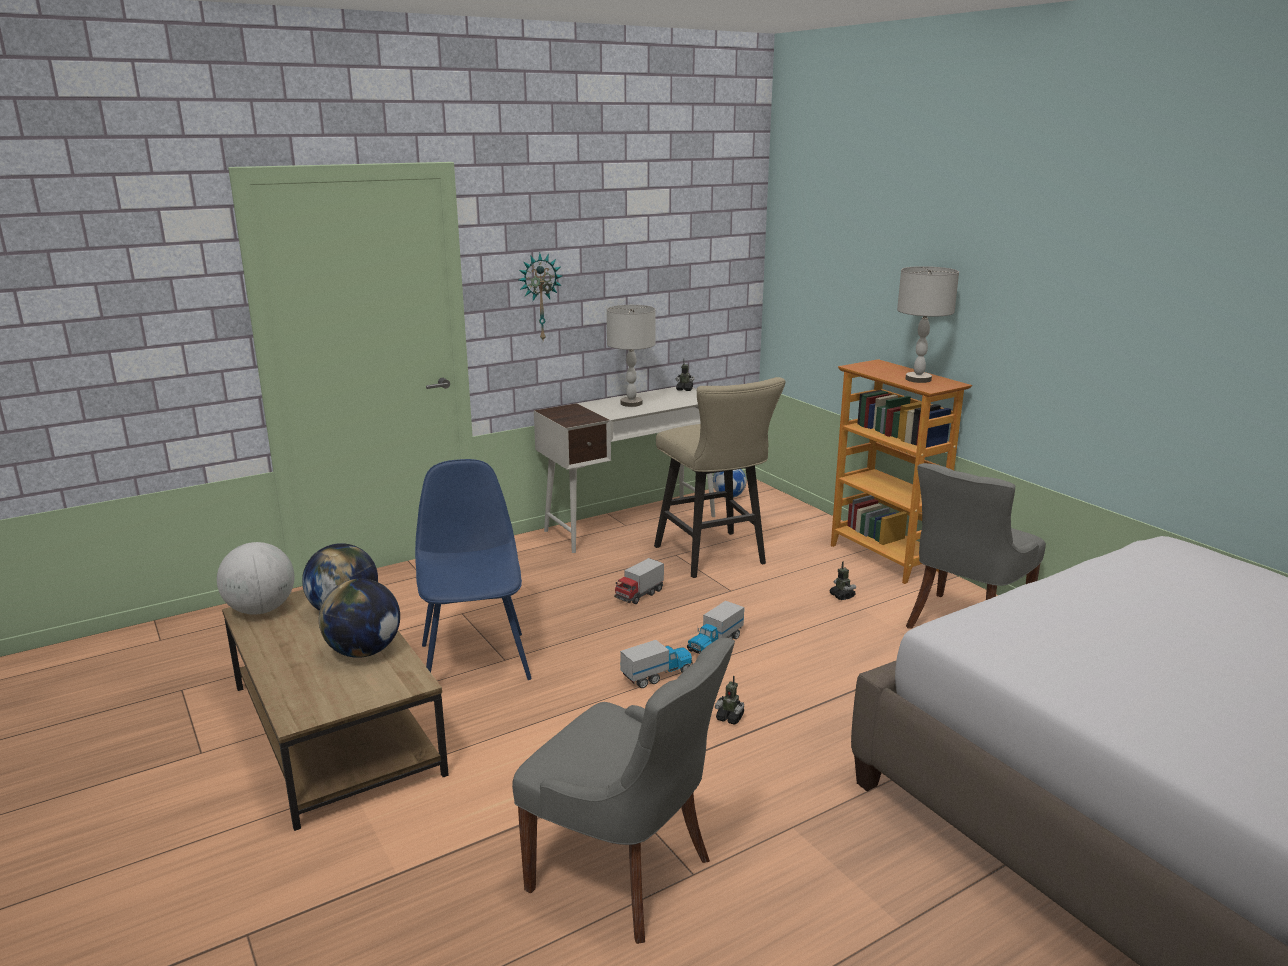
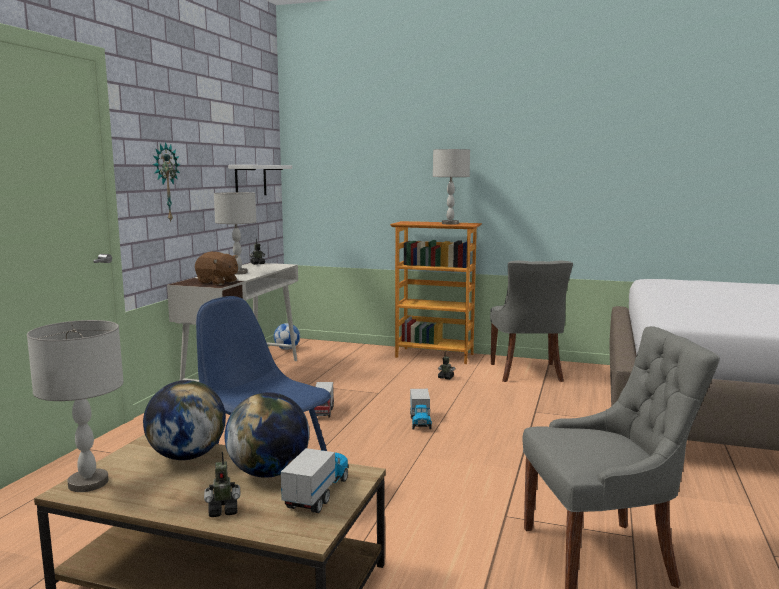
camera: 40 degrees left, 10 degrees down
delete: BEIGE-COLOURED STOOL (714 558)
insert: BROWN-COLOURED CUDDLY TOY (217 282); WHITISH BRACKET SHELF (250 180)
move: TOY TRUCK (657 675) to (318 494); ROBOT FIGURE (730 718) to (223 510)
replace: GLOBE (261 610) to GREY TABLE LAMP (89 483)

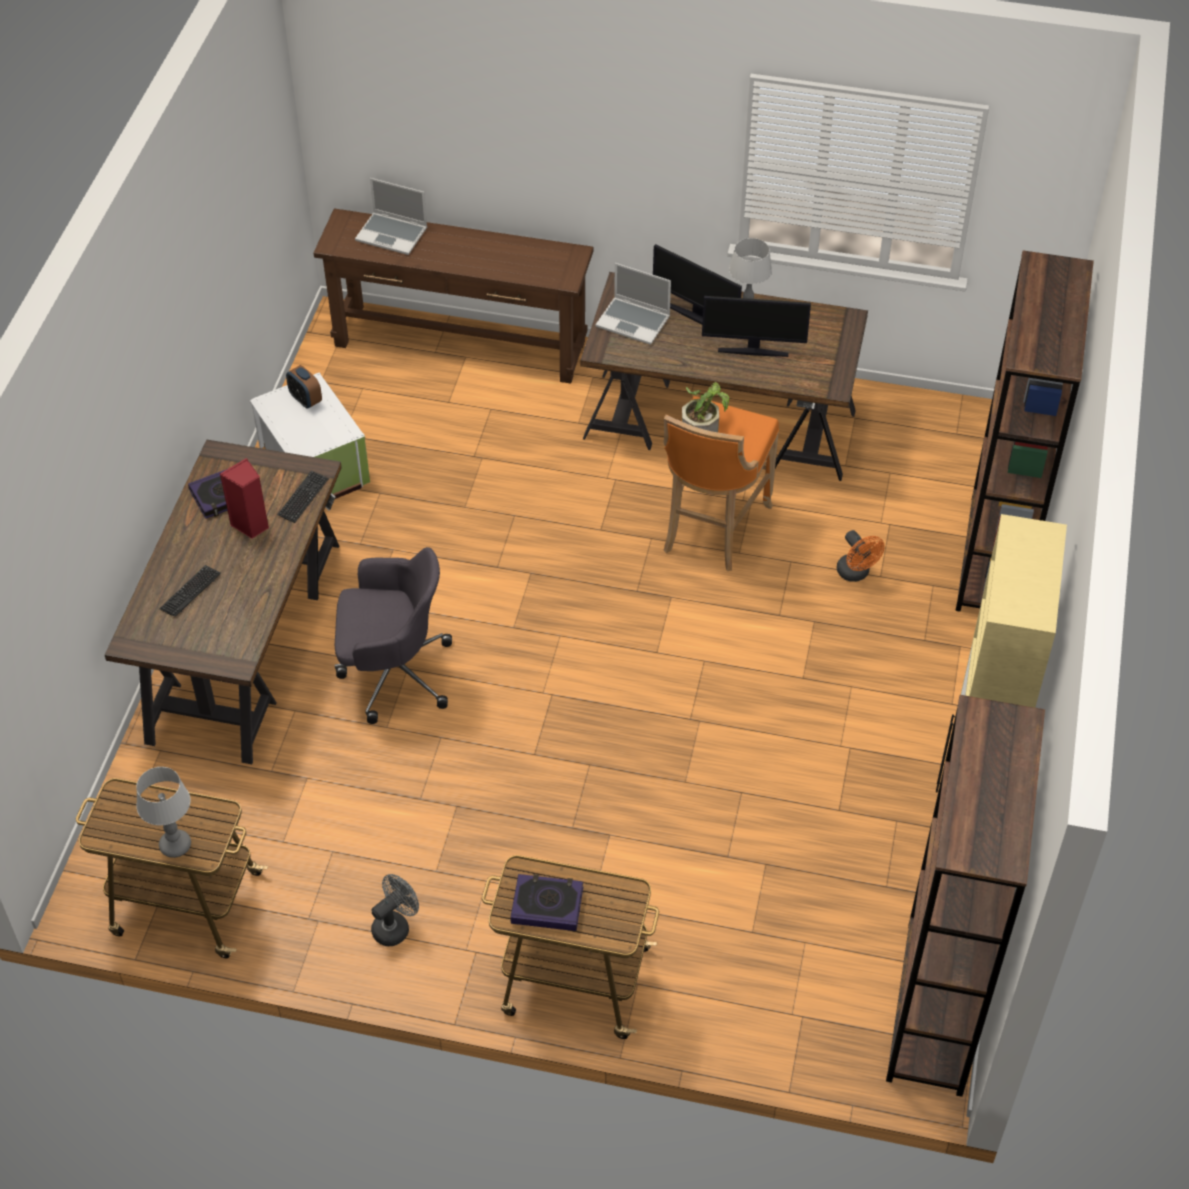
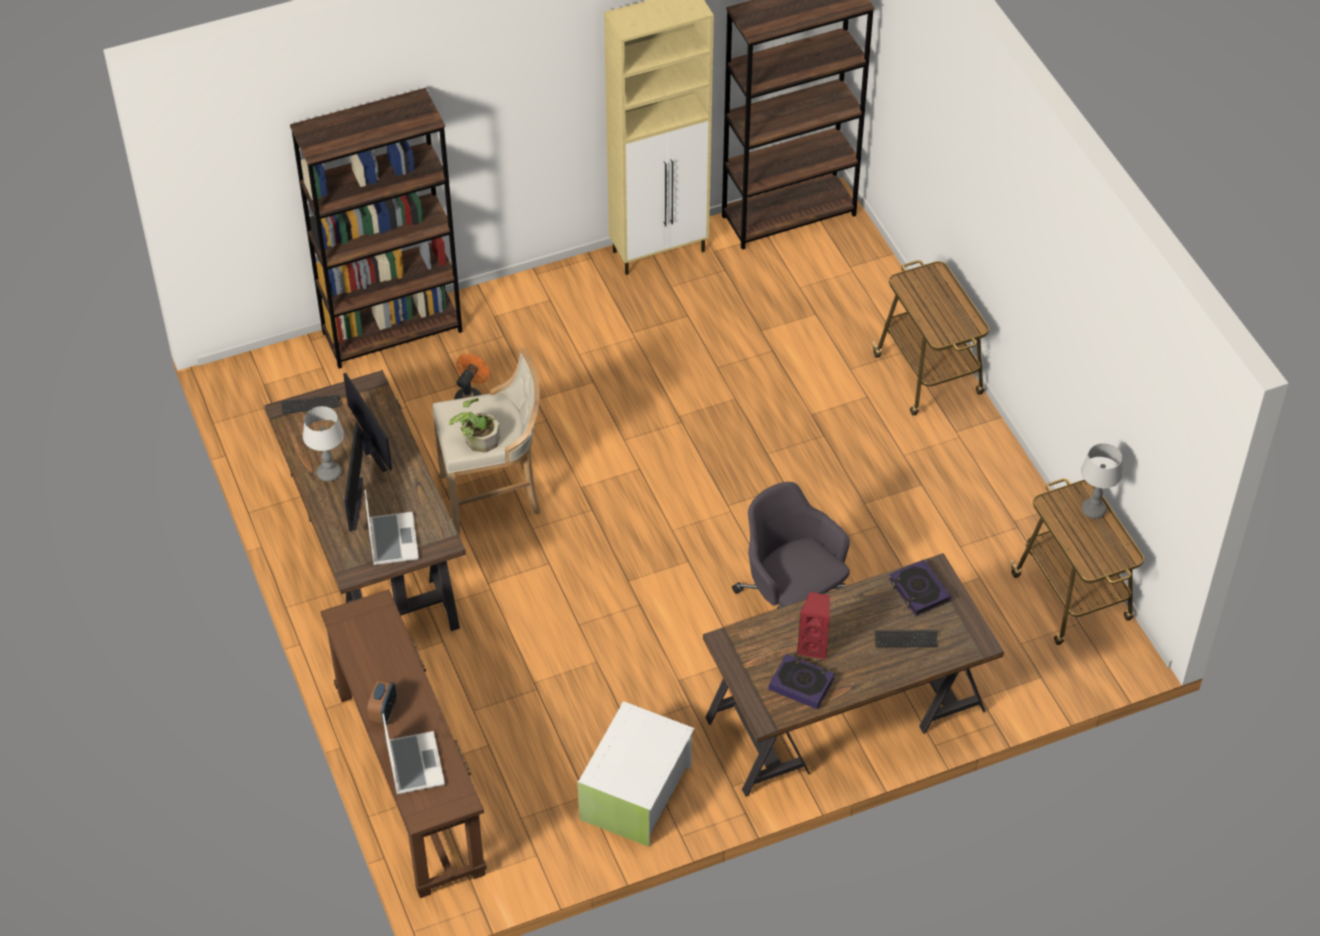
camera: 125 degrees left, 0 degrees up
delete: GREY FAN (395 926)
move: COMPUTER KEYBOARD (303 498) to (310 405); BEDSIDE CLOCK (305 400) to (384 713); VOLUME (547 905) to (919 591)
recolor: ORANGEY STOOL (712 530) to BEIGE-COLOURED STOOL (494 497)

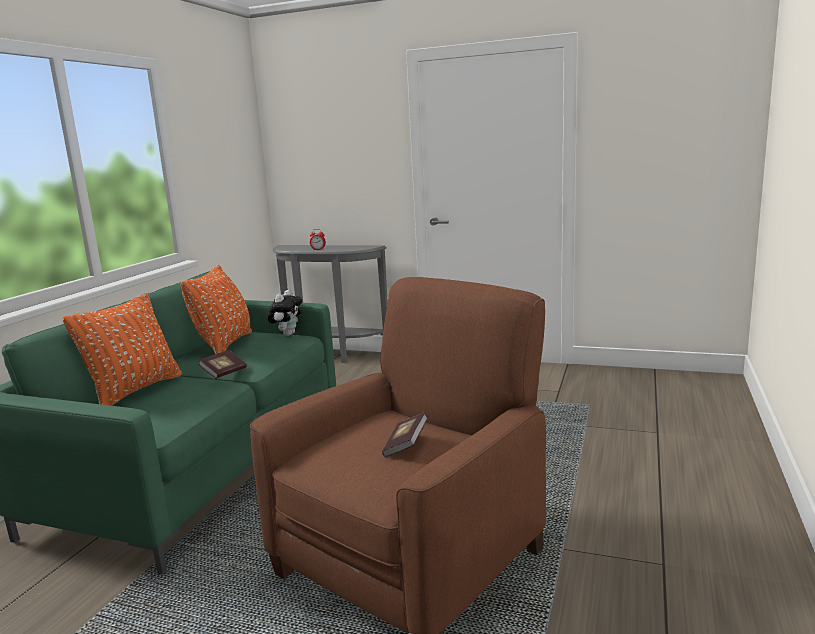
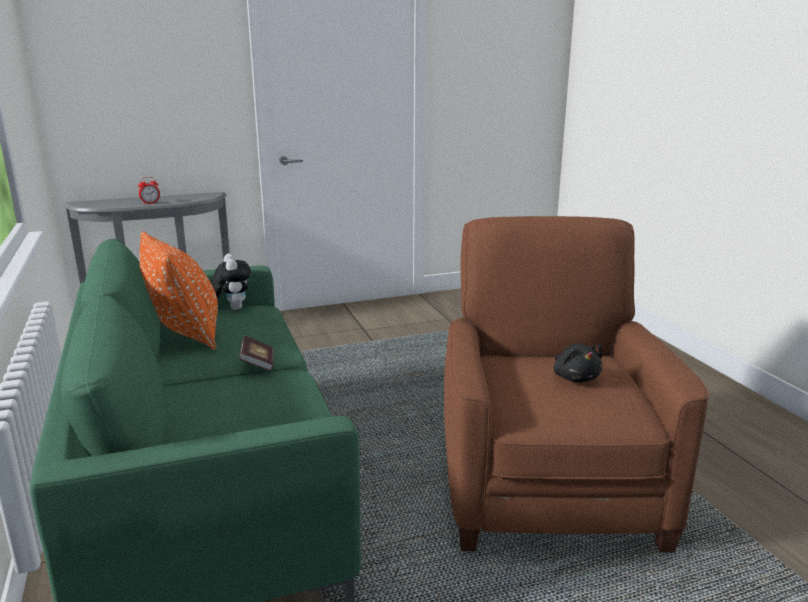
camera: 40 degrees left, 5 degrees up
delete: ORANGEY CUSHION (134 390)
replace: VOLUME (406 446) to BLACK CUDDLY TOY (575 377)

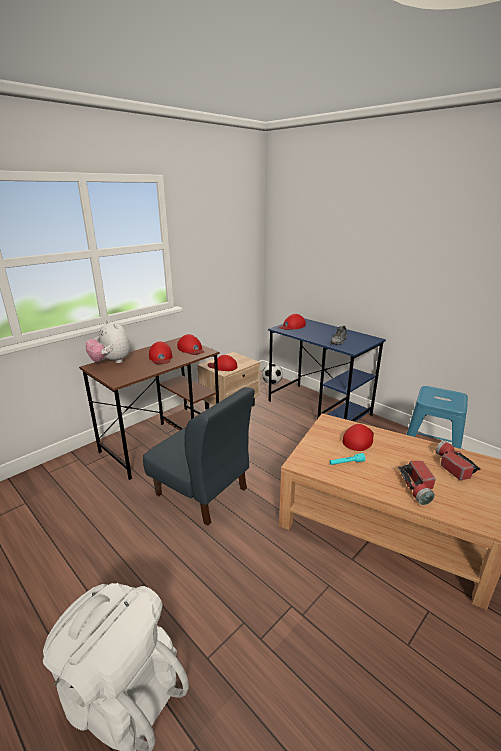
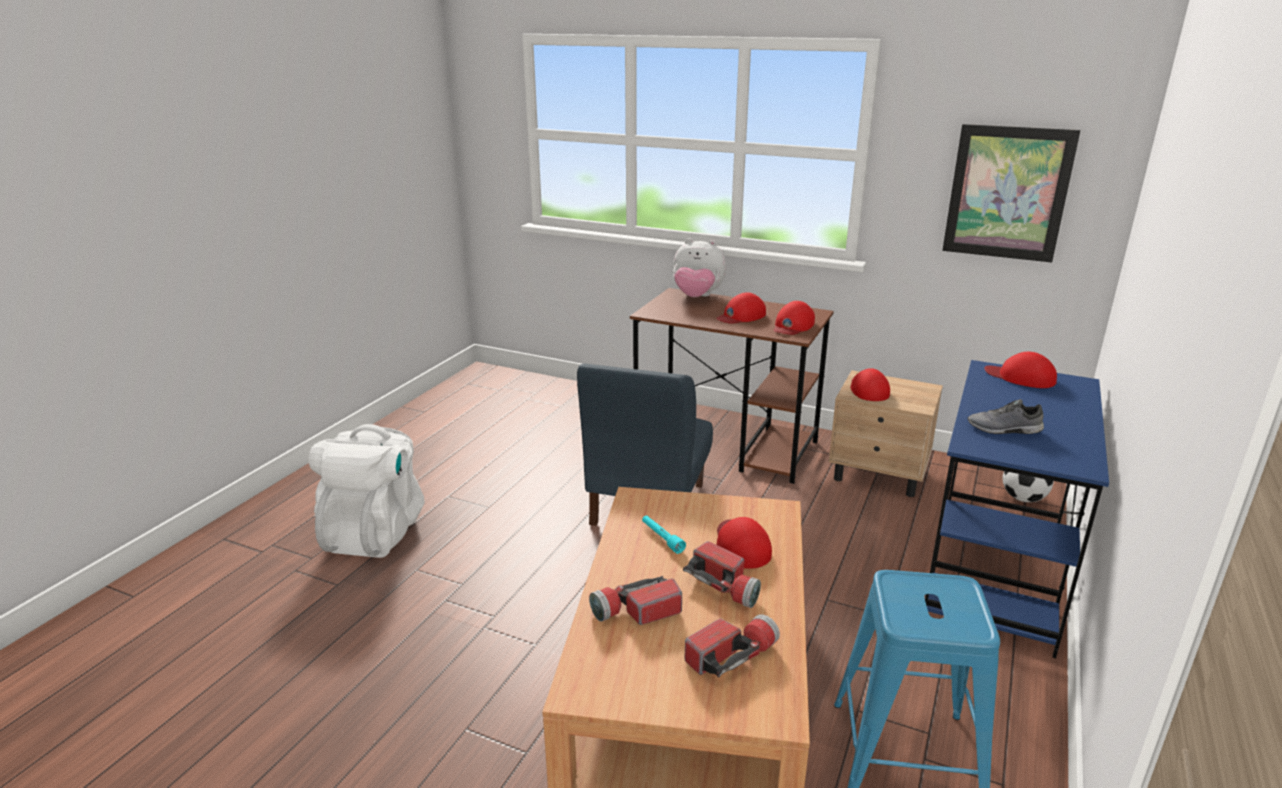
camera: 70 degrees right, 0 degrees up
insert: HAND TORCH (724 586); WALL ART (1007 193)
rotate: CUDDLY TOY (111 362) = (697 297) 105 degrees counterclockwise; REDDISH BASEBALL CAP (359 439) = (741 545) 120 degrees counterclockwise

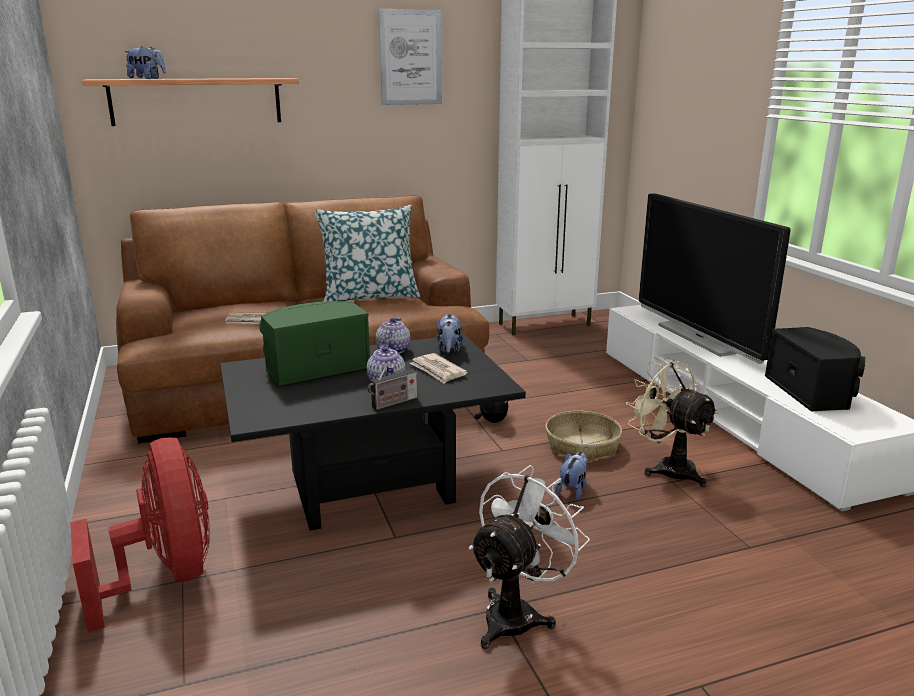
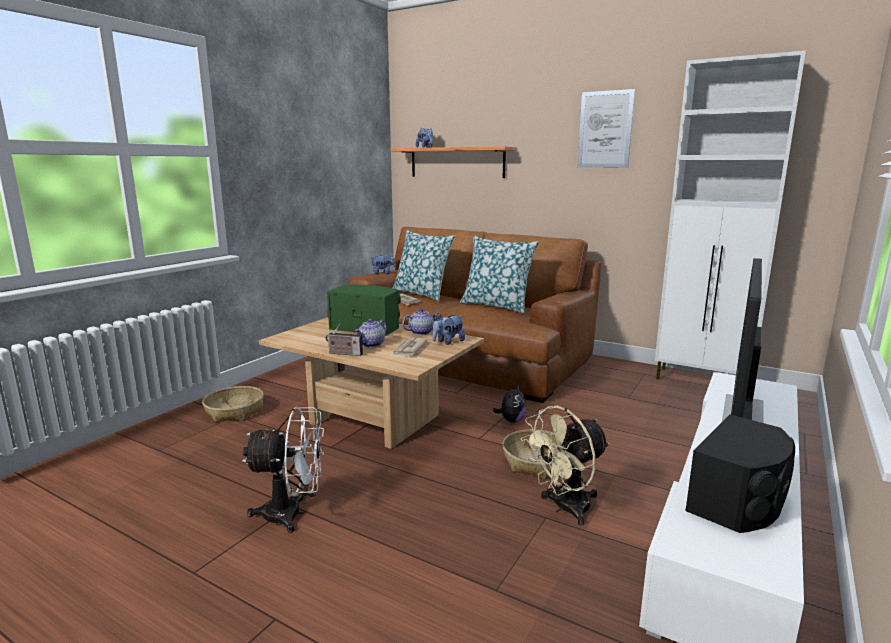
camera: 50 degrees right, 5 degrees down
insert: CUSHION (422 294)
move: CUDDLY TOY (573 490) to (383 273)
replace: REDDISH FAN (166 576) to STORAGE BASKET (234 411)
recolor: BLACK LOUNGE TABLE (371 486) to BEIGE-COLOURED LOUNGE TABLE (375 419)
rotate: BEIGE-COLOURED FAN (667 468) = (564 508) 135 degrees counterclockwise

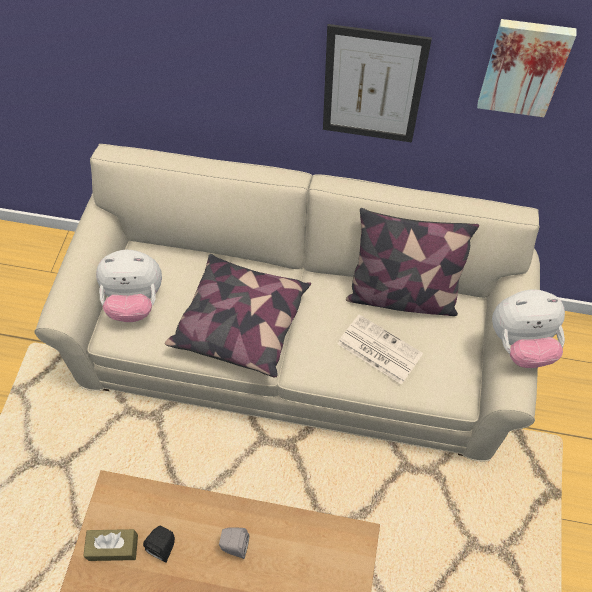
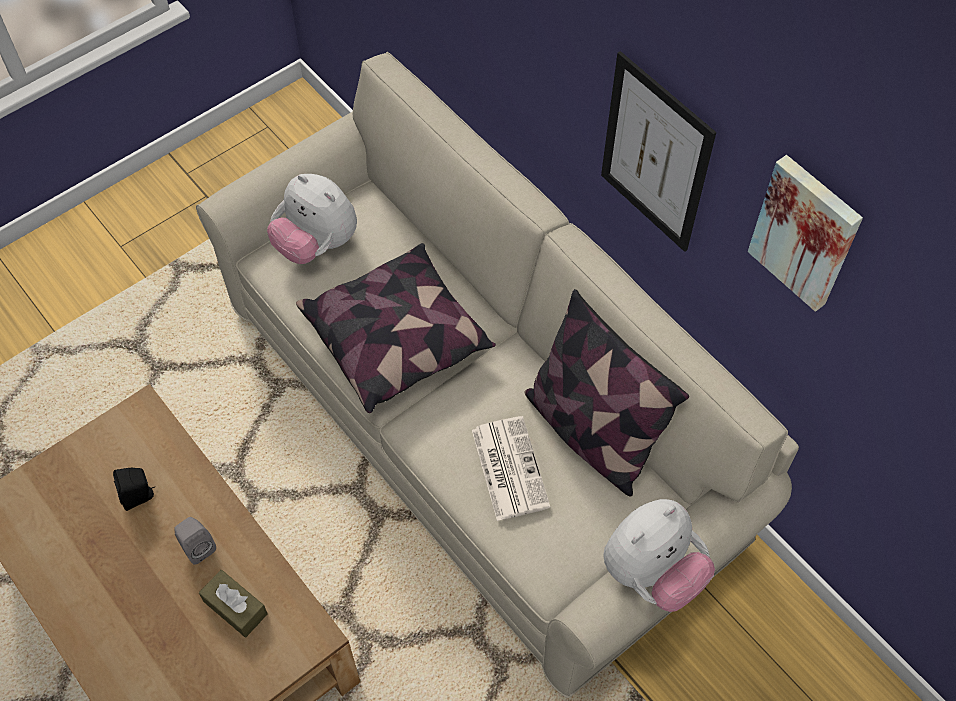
camera: 40 degrees right, 0 degrees up
move: BROWN-COLOURED BOX OF TISSUES (113 547) to (235 607)
rotate: CUDDLY TOY (520 344) = (652 572) 75 degrees counterclockwise

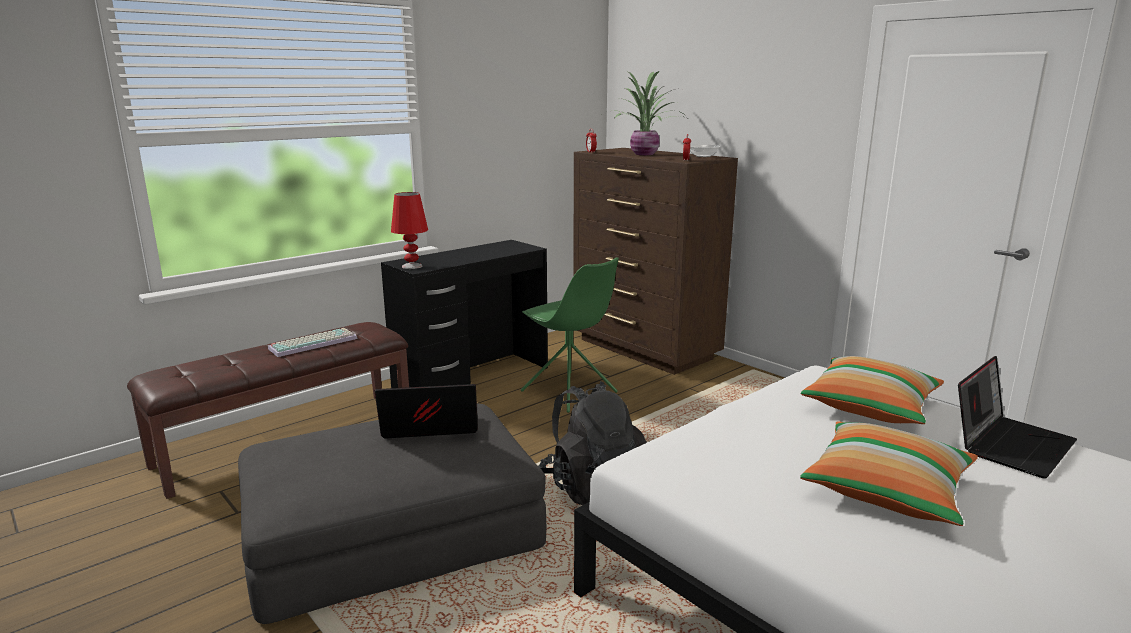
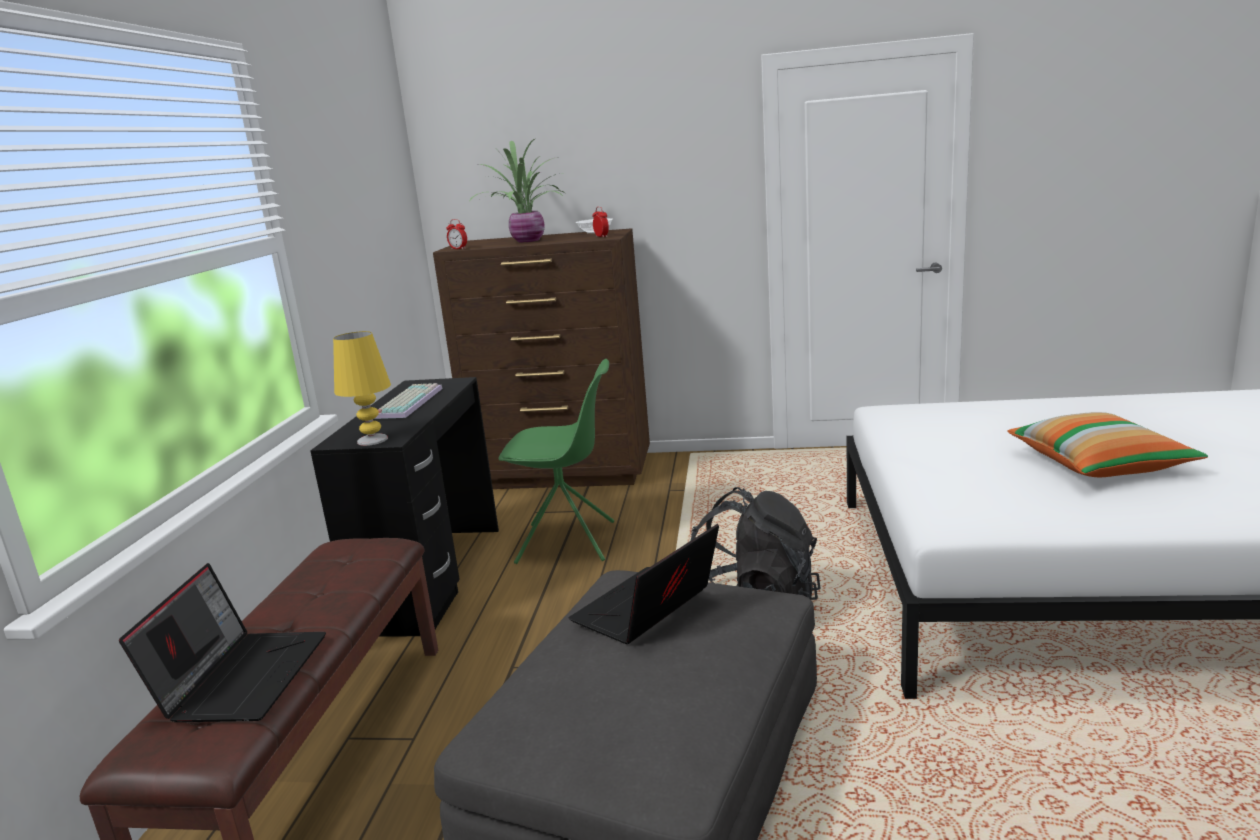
camera: 40 degrees left, 0 degrees up
delete: CUSHION (870 407)
move: COMPUTER KEYBOARD (314 343) to (408 402); LAPTOP (1010 444) to (242 676)
recolor: REDDISH TABLE LAMP (412 266) to YELLOWISH TABLE LAMP (372 440)

